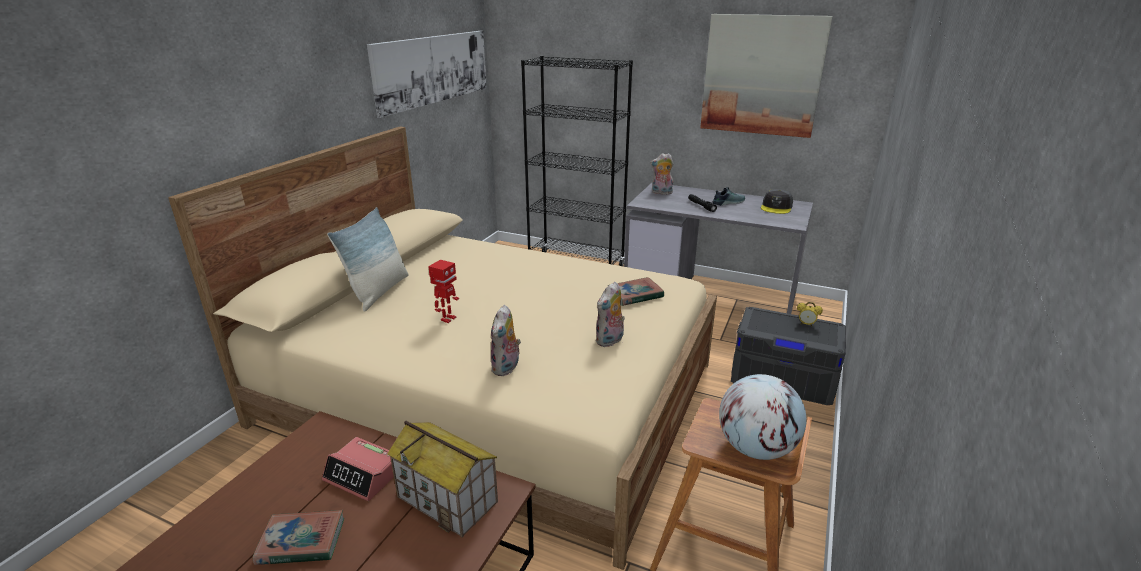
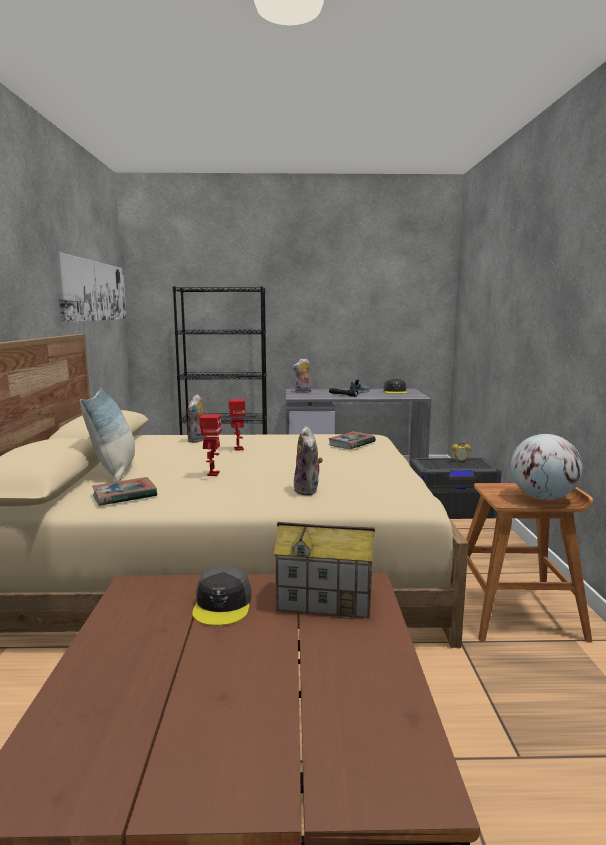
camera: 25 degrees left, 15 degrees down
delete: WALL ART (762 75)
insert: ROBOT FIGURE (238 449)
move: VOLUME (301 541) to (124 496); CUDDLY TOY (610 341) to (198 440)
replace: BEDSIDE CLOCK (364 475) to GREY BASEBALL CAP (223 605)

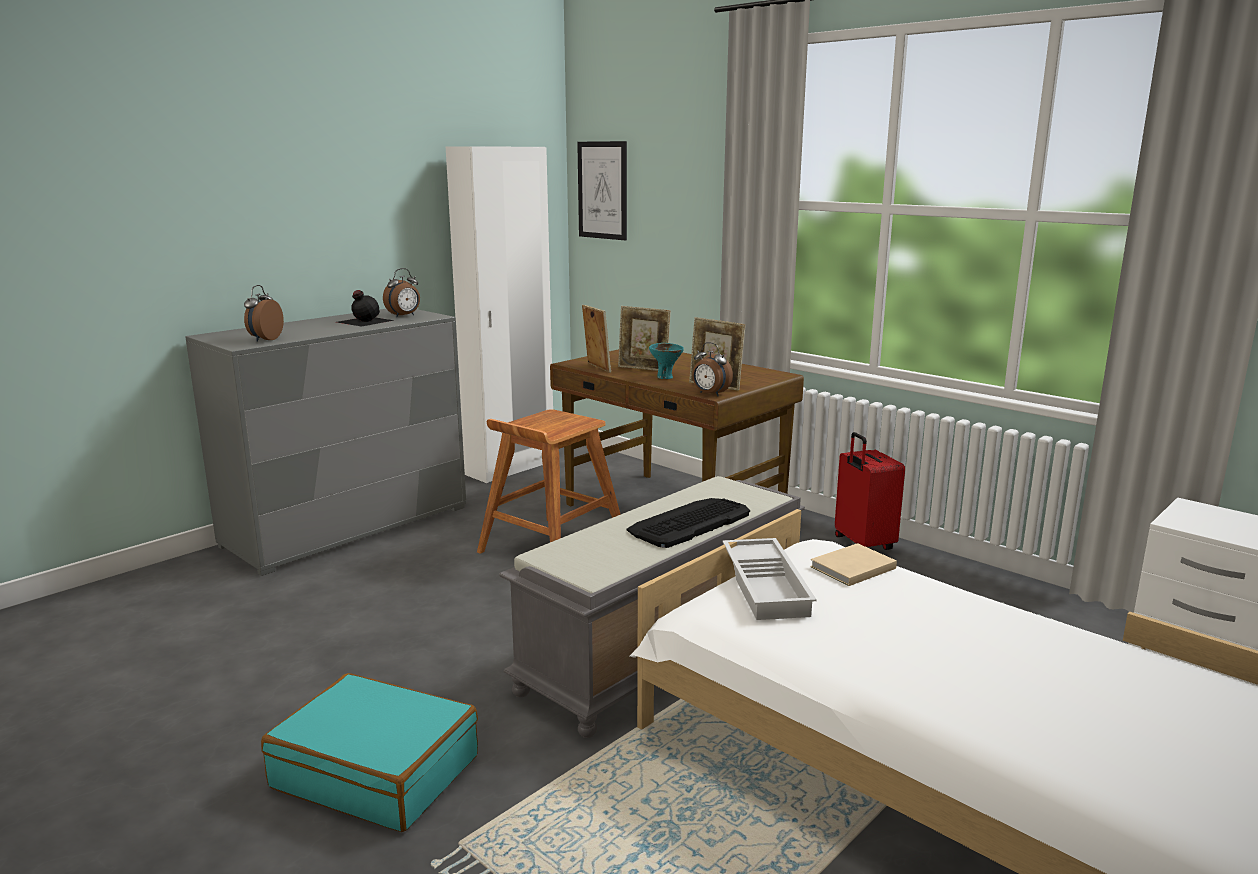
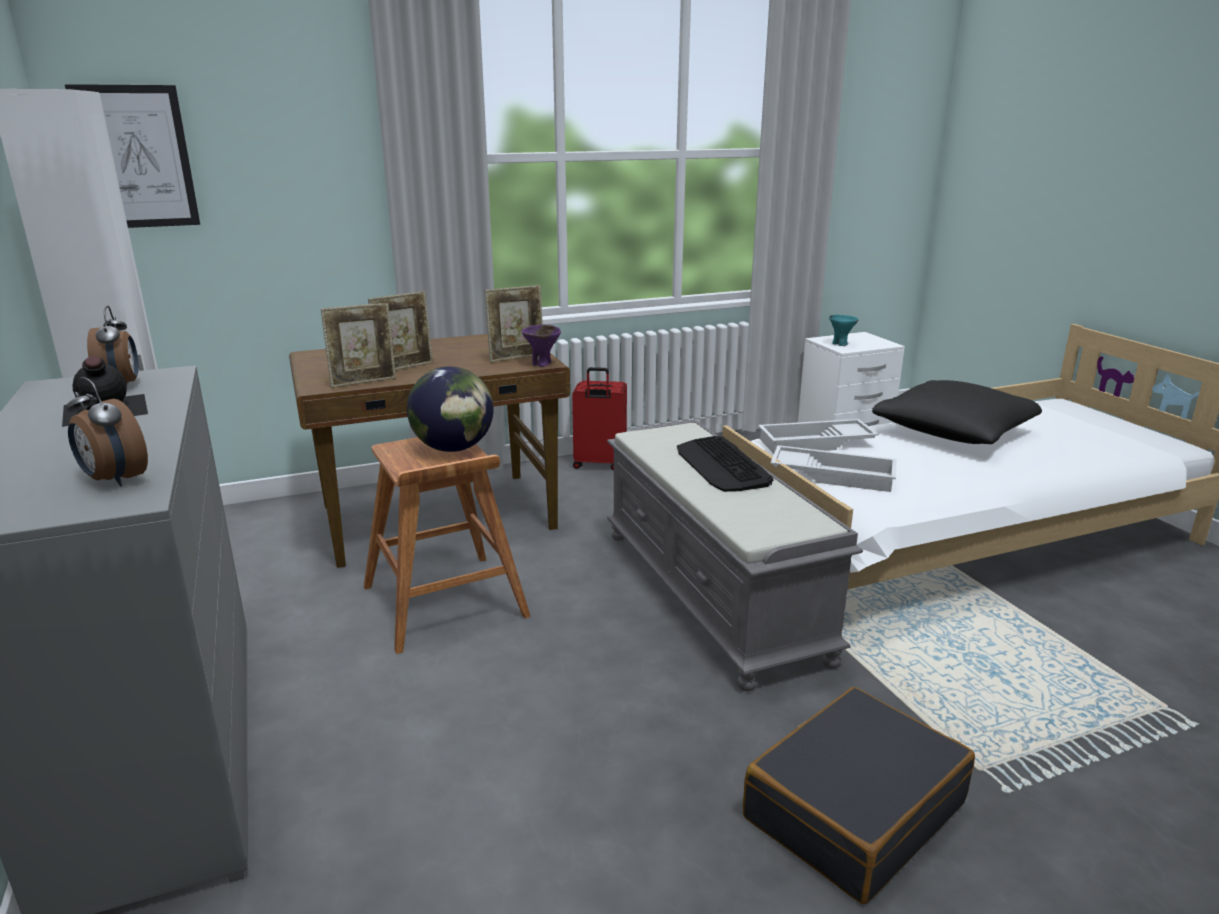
camera: 65 degrees left, 5 degrees up
insert: GLOBE (453 448); BLACK CUSHION (954 432)
move: BLUE-GREEN SERVING BOWL (665 377) to (840 344)
replace: BEDSIDE CLOCK (710 394) to PURPLE SERVING BOWL (542 364); BEIGE-COLOURED VOLUME (850 568) to WHITISH SERVING TRAY (815 444)
recolor: BLUE-GREEN PIECE OF LUGGAGE (377 771) to BLACK PIECE OF LUGGAGE (853 810)
rotate: STANDING FRAME (596 368) = (364 382) 150 degrees clockwise

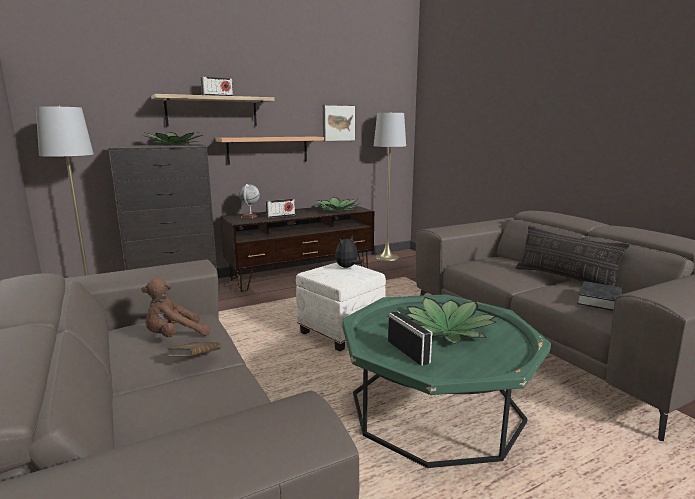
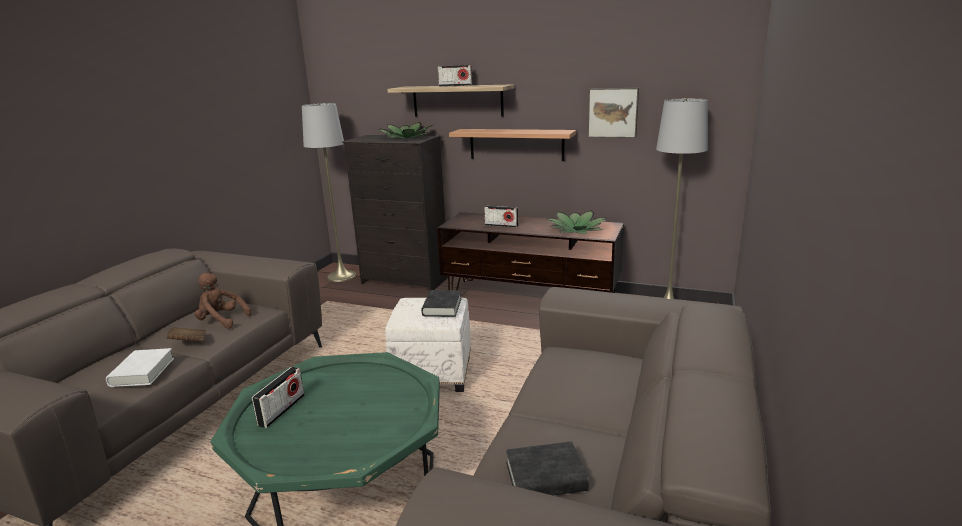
camera: 50 degrees right, 5 degrees up
delete: GLOBE (250 216); PLANT IN A POT (449 330); CUSHION (564 279)
insert: WHITISH VOLUME (142 372)
replace: CUDDLY TOY (347 267) to BLACK VOLUME (442 307)

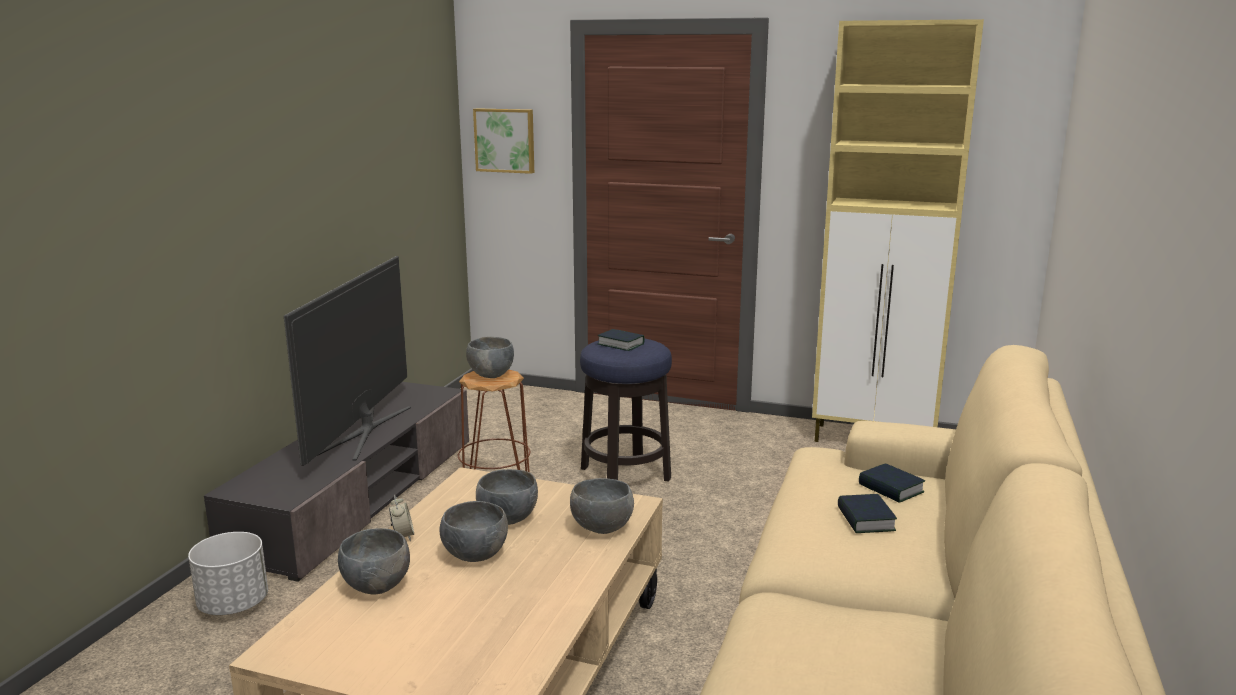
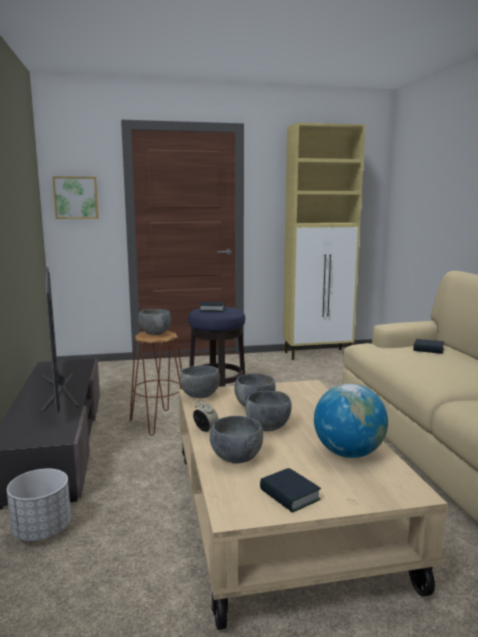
camera: 30 degrees left, 5 degrees down
insert: GLOBE (348 453)
move: GREY SERVING BOWL (602 529) to (200 396); VOLUME (865 519) to (289 495)

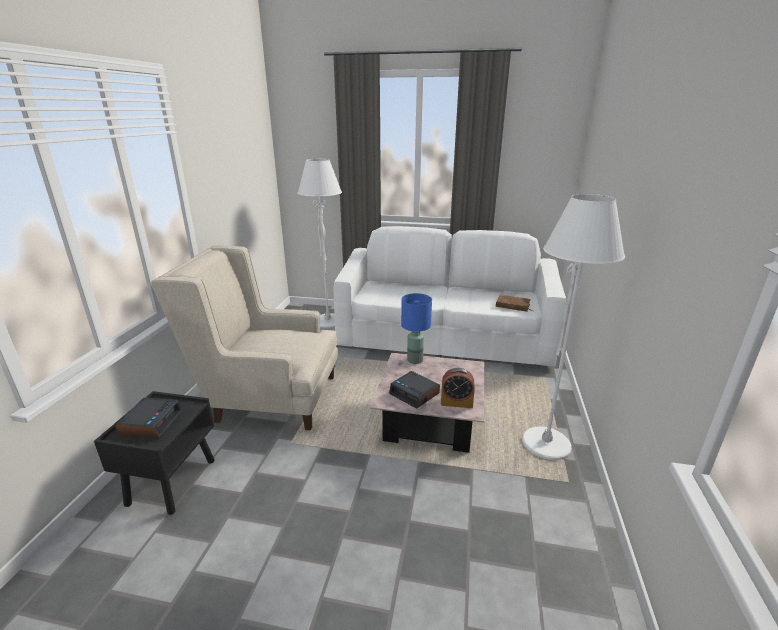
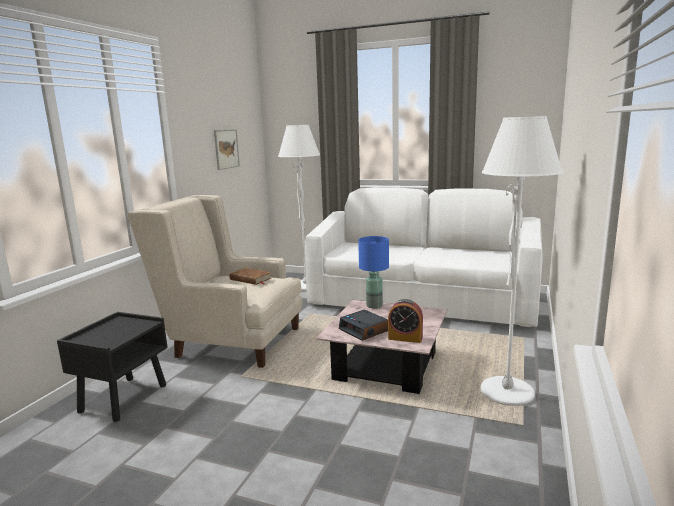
camera: 10 degrees right, 10 degrees down
delete: BEDSIDE CLOCK (151 423)
insert: WALL ART (226 149)
move: BROWN-COLOURED VOLUME (513 305) to (250 279)

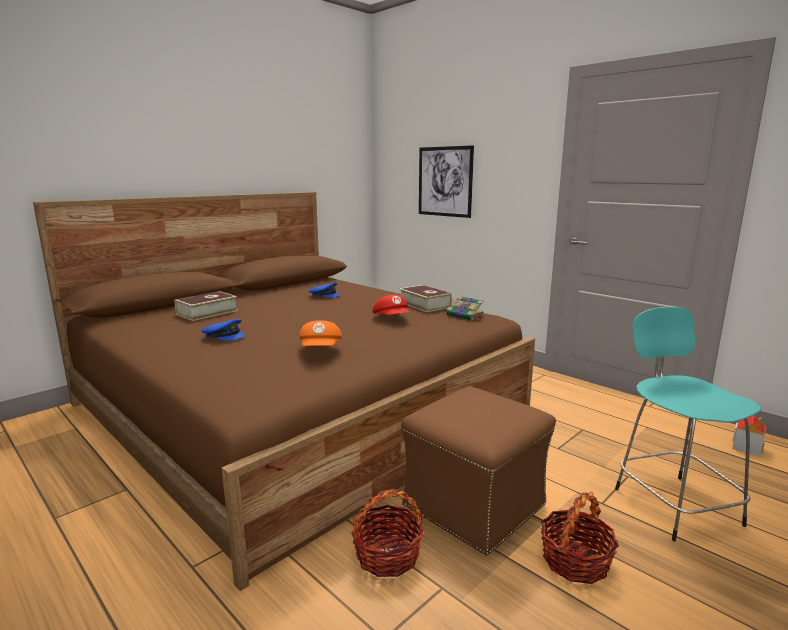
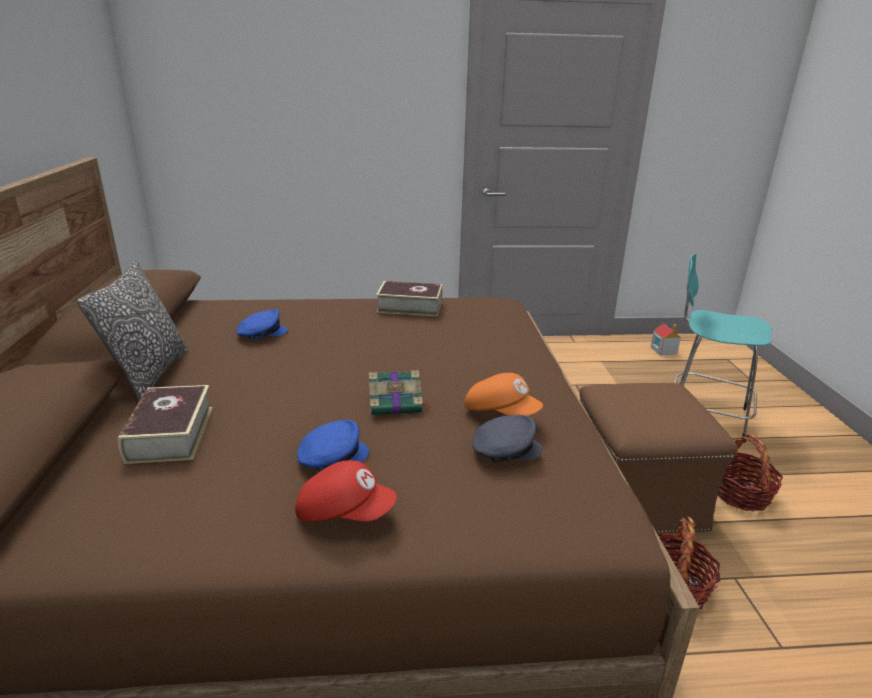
camera: 50 degrees left, 10 degrees up
delete: WALL ART (445 181)
insert: CUSHION (150 375); GREY BASEBALL CAP (505 449)
move: REDDISH BASEBALL CAP (392 318) to (345 512); VOLUME (466 315) to (397 404)

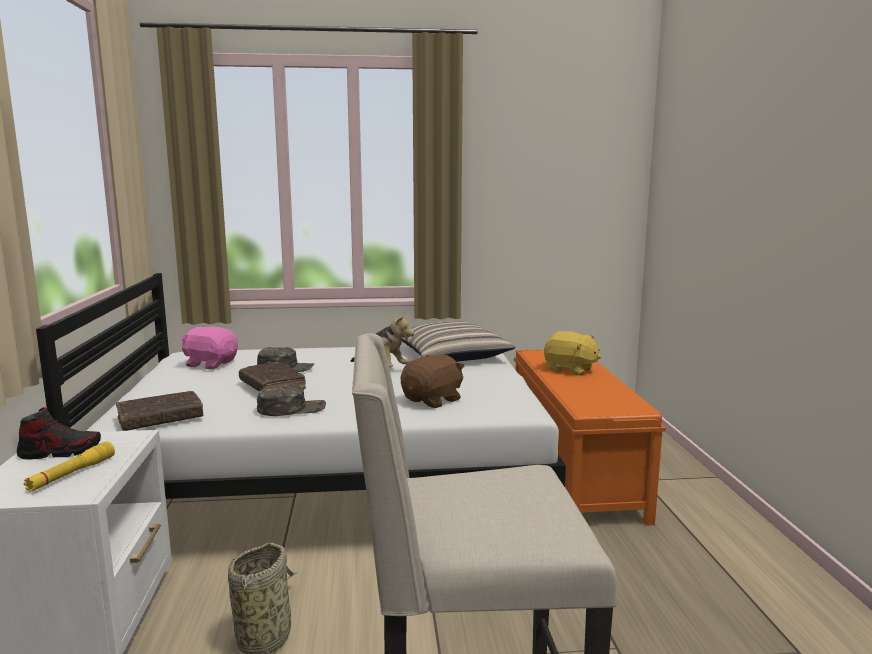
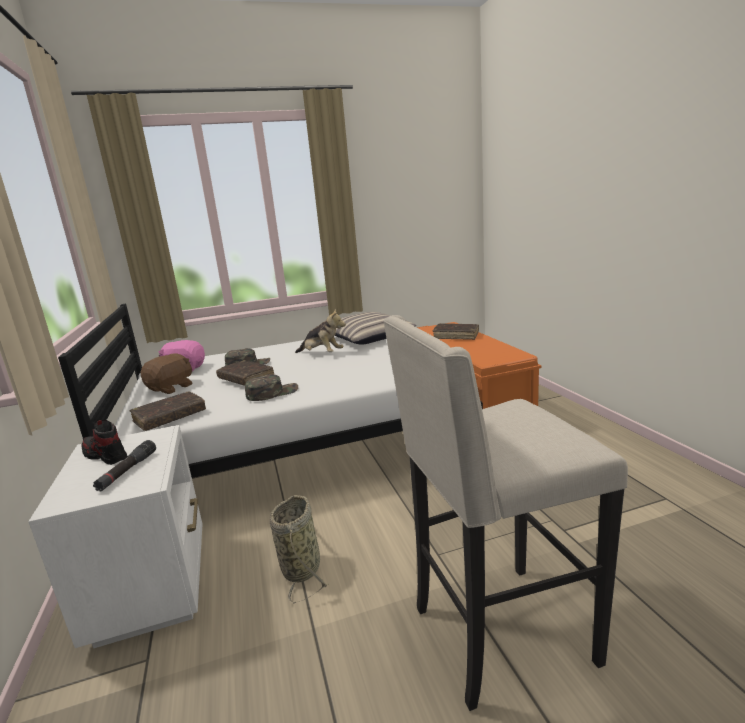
camera: 10 degrees left, 5 degrees up
move: BROWN-COLOURED CUDDLY TOY (433 400) to (171 388)
replace: YELLOWISH CUDDLY TOY (570 369) to BROWN-COLOURED VOLUME (456 336)
recolor: YELLOWISH HAND TORCH (72 474) to BLACK HAND TORCH (127 471)
rotate: SHOE (60 452) = (105 456) 120 degrees counterclockwise

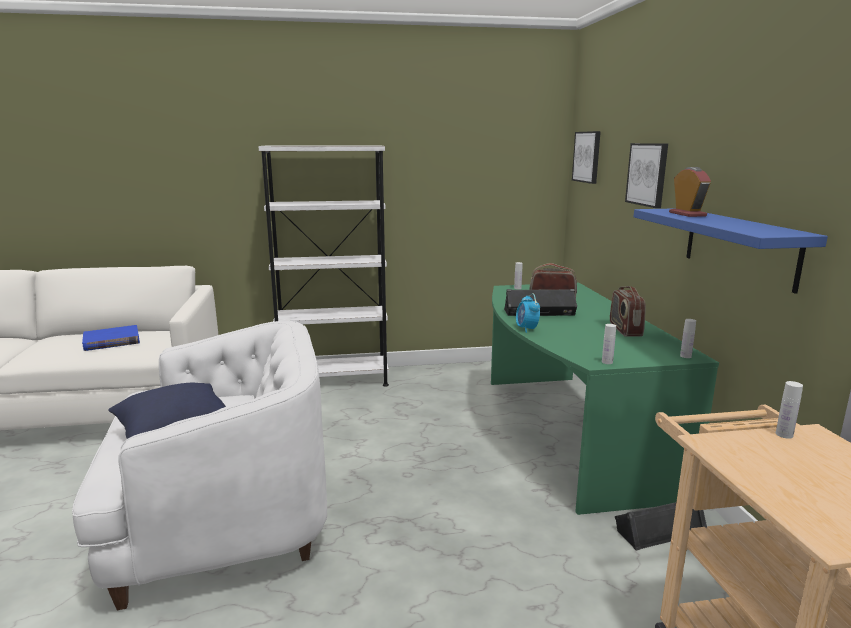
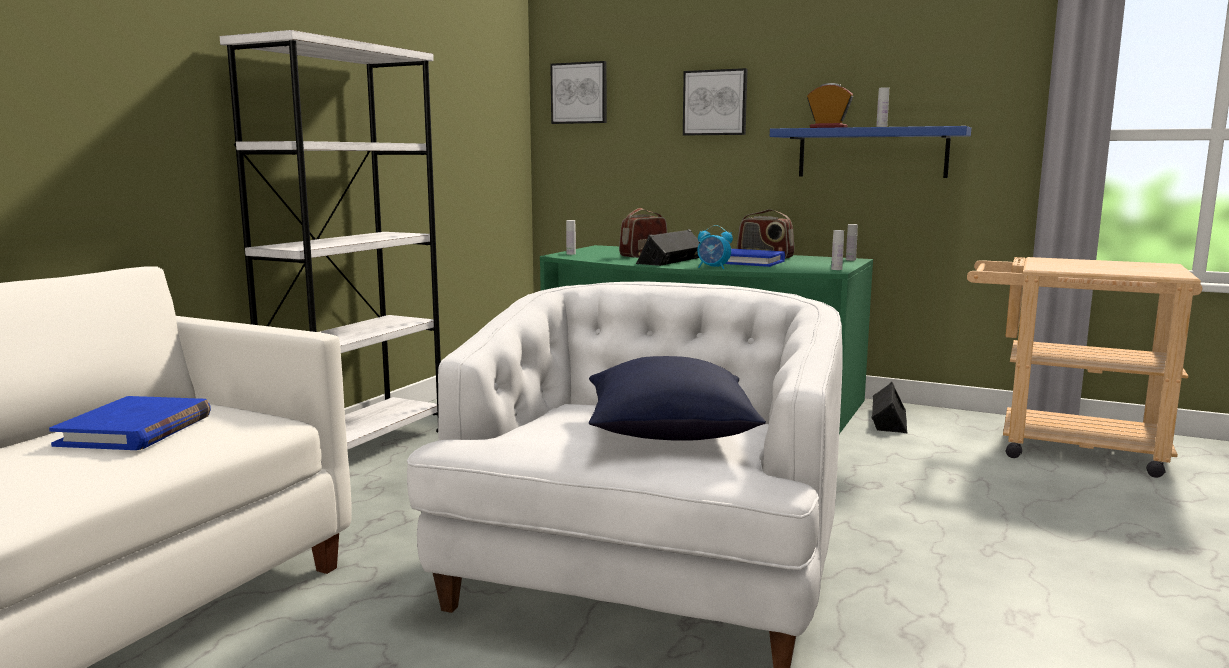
camera: 55 degrees left, 5 degrees down
insert: BLUISH VOLUME (748 262)
move: WHITISH BEVERAGE BOTTLE (784 434) to (881 126)

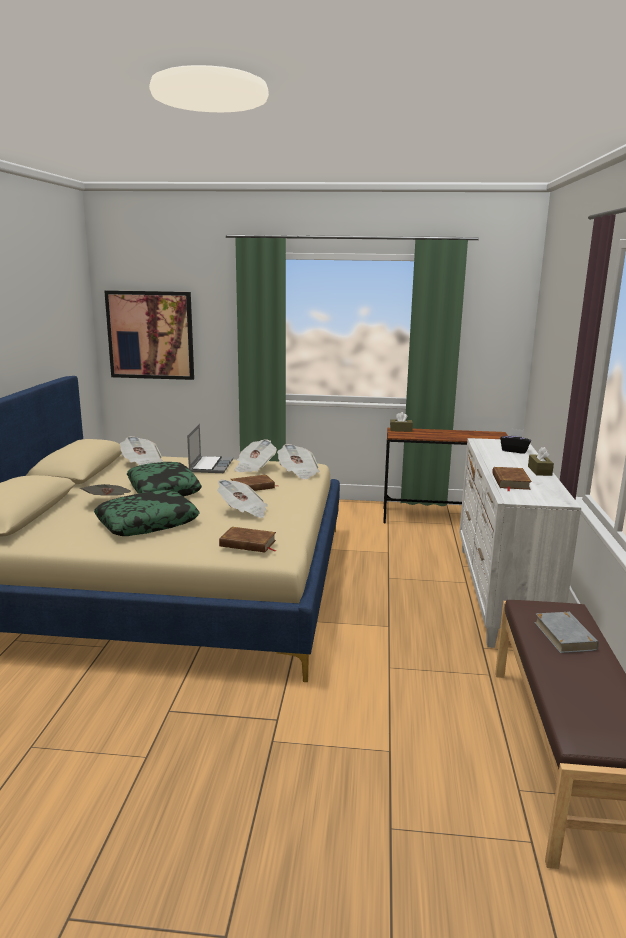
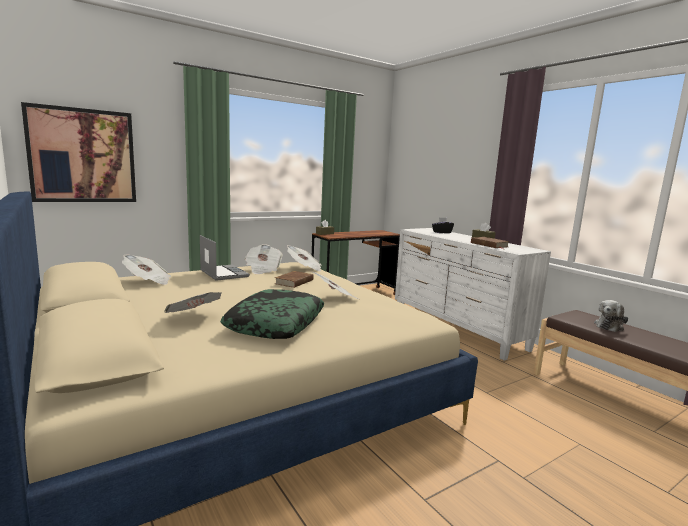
camera: 40 degrees left, 5 degrees down
delete: CUSHION (164 489); BROWN-COLOURED VOLUME (248 543)
replace: GREY VOLUME (564 635) to CUDDLY TOY (609 326)

